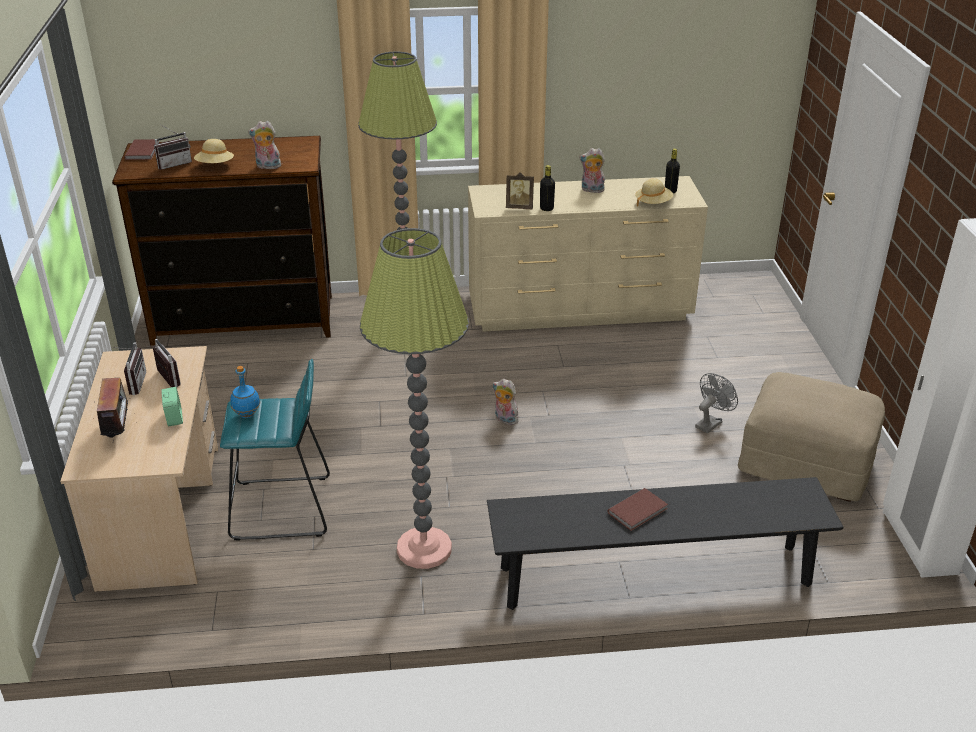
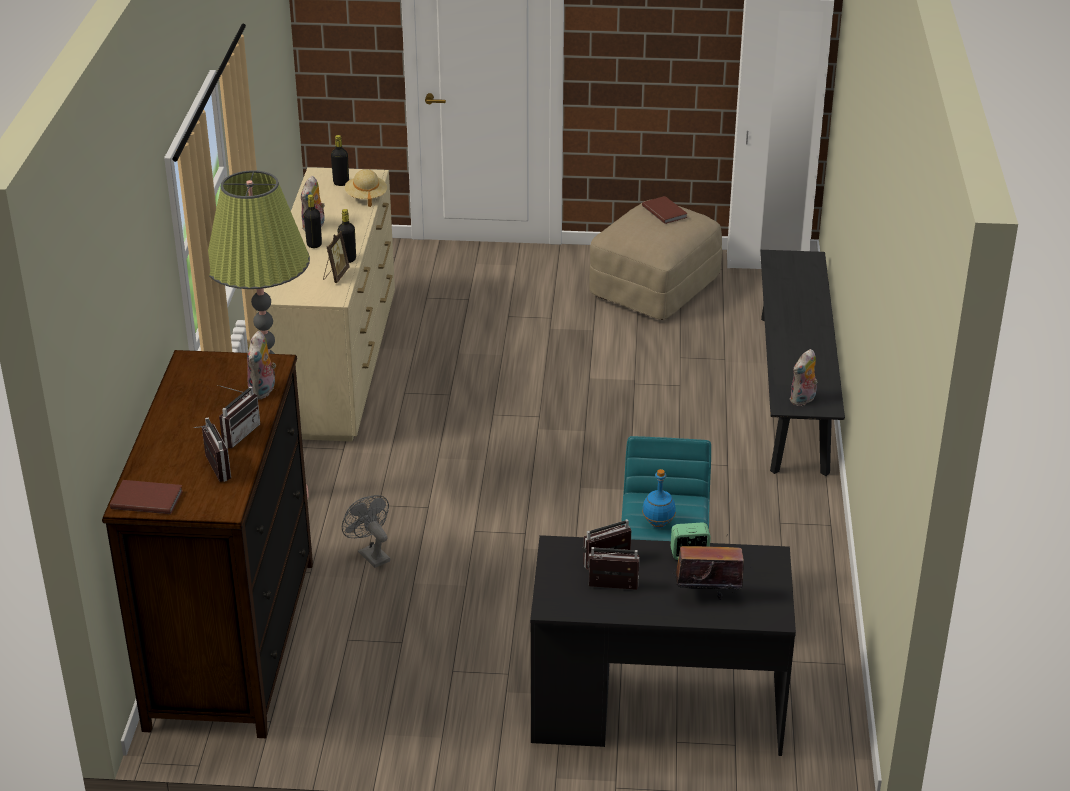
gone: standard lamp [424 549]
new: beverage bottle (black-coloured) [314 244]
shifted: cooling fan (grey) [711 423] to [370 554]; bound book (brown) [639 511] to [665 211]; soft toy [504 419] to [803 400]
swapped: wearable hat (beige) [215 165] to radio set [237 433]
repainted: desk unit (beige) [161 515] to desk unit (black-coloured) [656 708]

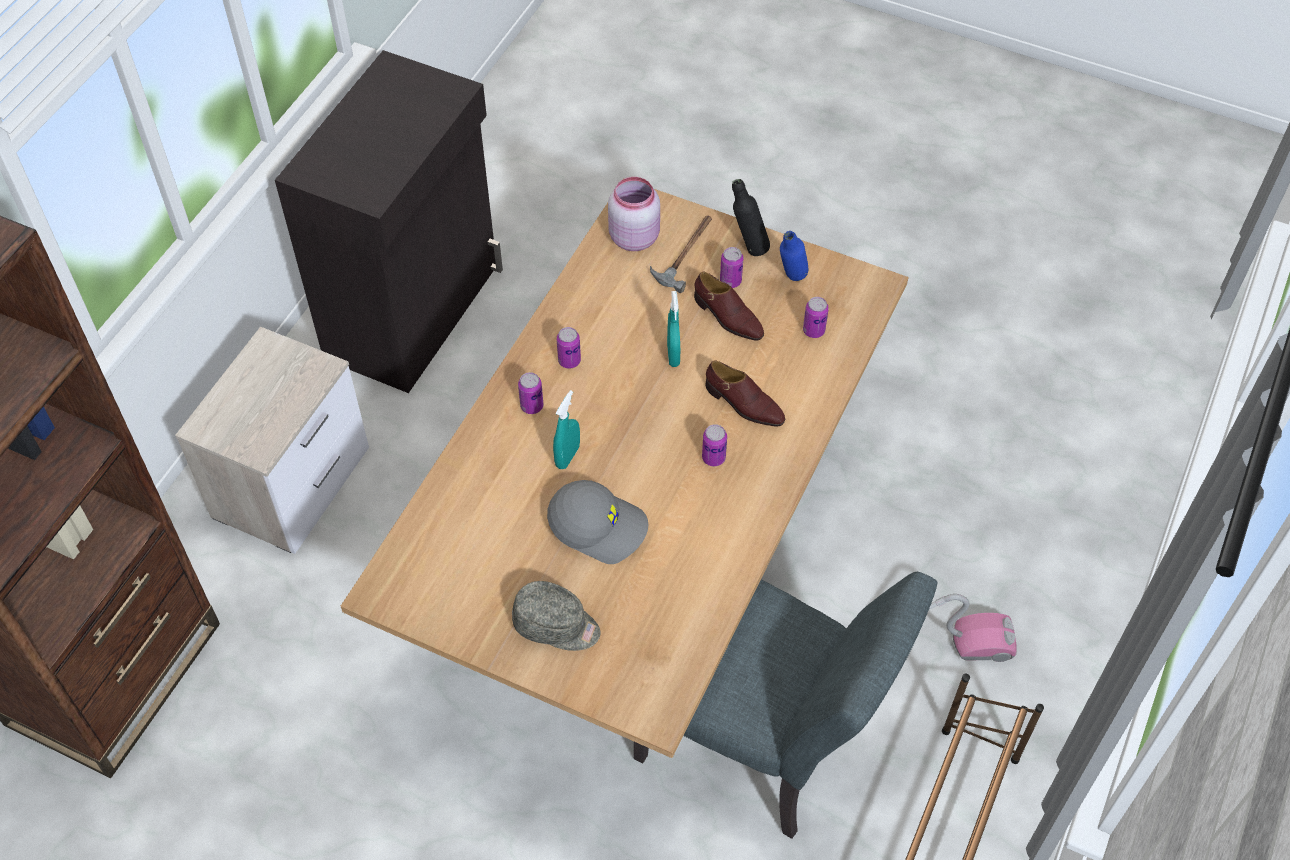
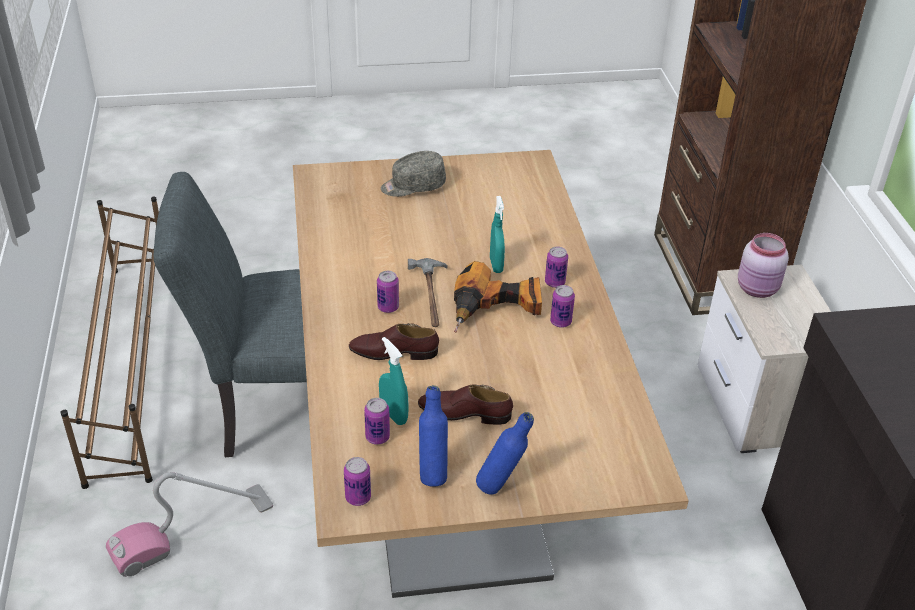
gone: baseball cap (grey) [599 525]
new: electric drill [496 310]
shifted: metal can [730 281] to [358 497]; spray bottle (turquoise) [673 355] to [393 415]; hammer [685 252] to [431 295]; jar (pink) [634 236] to [758 289]
repainted: beverage bottle (black-coloured) [748 247] to beverage bottle (blue-coloured) [501 487]

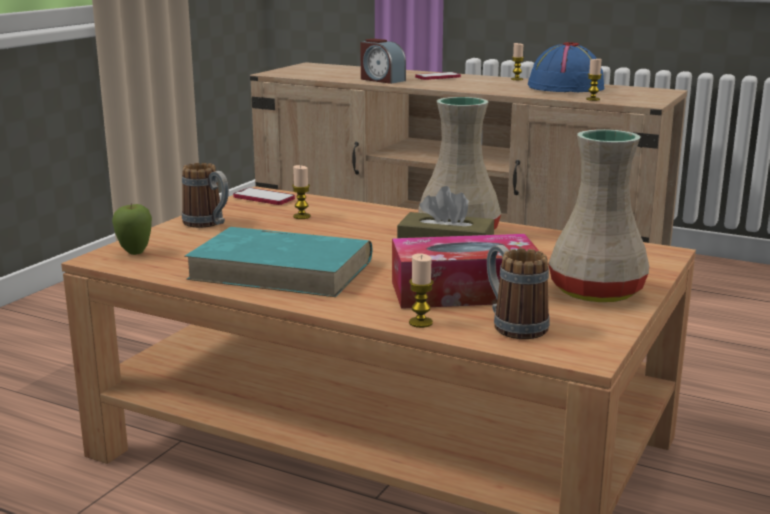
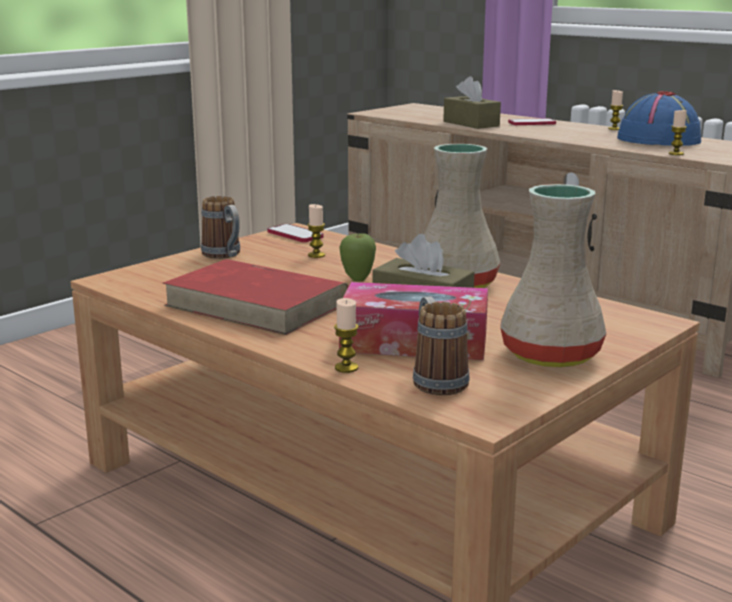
shifted: apple [135 253] to [358 280]
swapped: bedside clock [381 80] to box of tissues (brown) [471 124]
repainted: bound book (turquoise) [283 270] to bound book (red) [258 304]

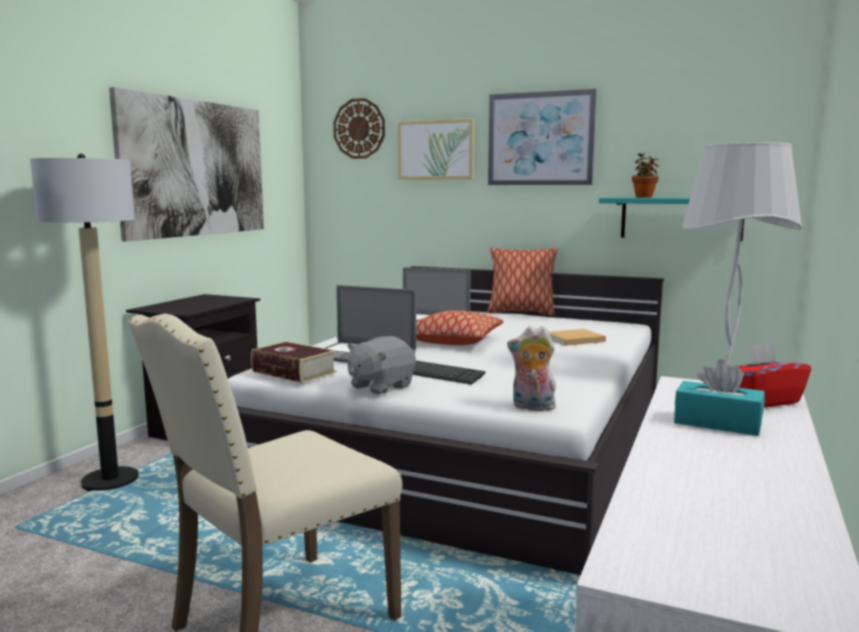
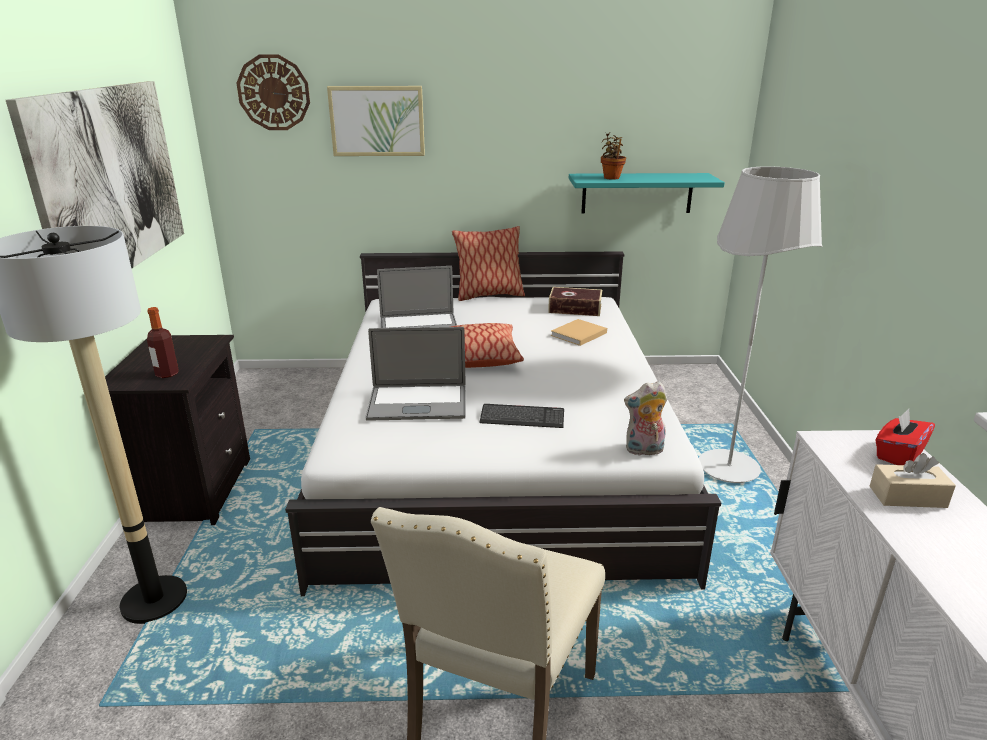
gone: soft toy (grey) [380 386]; wall art [540 139]
new: beverage bottle [167 374]
shifted: bound book [294 371] to [575 308]
repainted: box of tissues (turquoise) [717 423] to box of tissues (beige) [907 497]

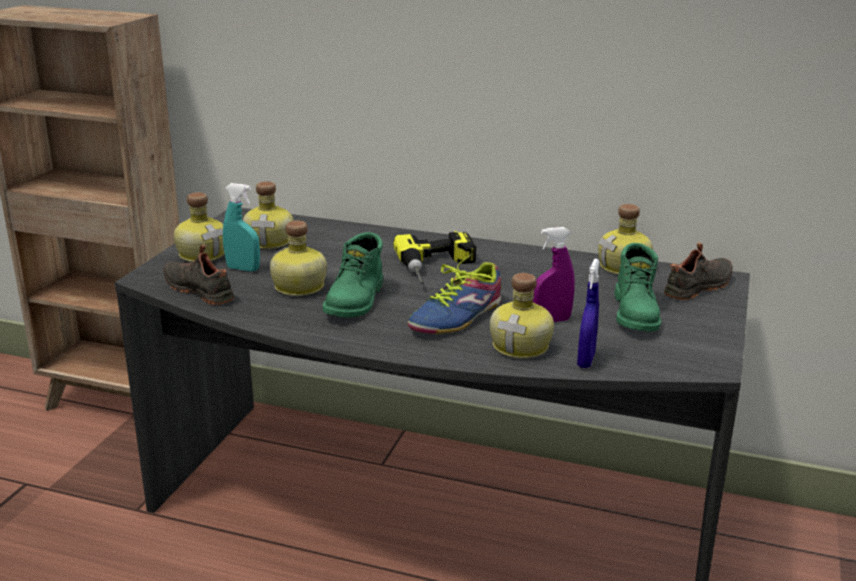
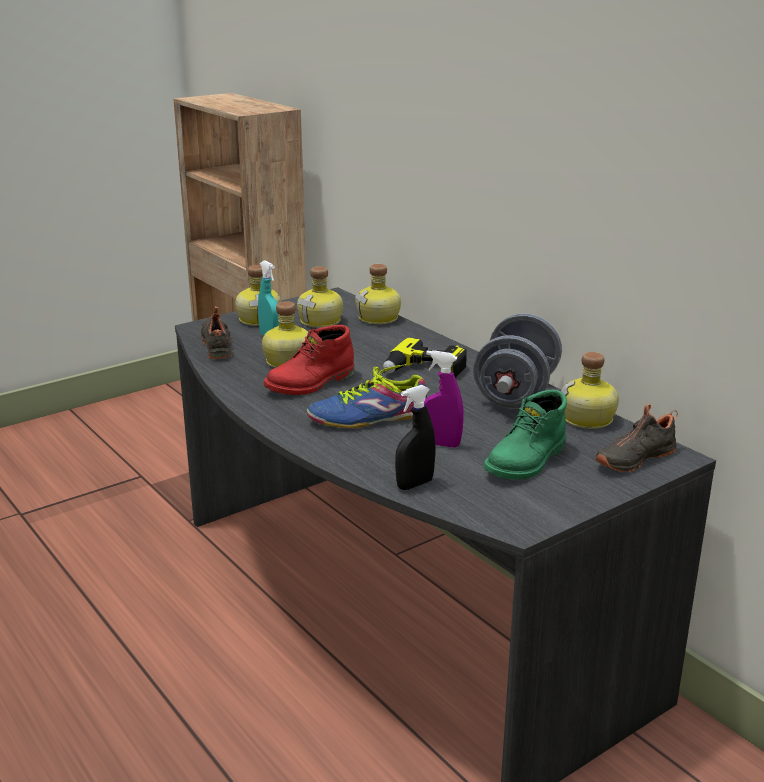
new: dumbbell (grey) [516 394]
shifted: beverage bottle [522 347] to [379 318]
repainted: boot (green) [356 301] to boot (red) [311 384]; spray bottle (blue-coloured) [586 360] to spray bottle (black-coloured) [414 484]
rotated: shoe (black-coloured) [700 288] = [633 458] 150 degrees clockwise

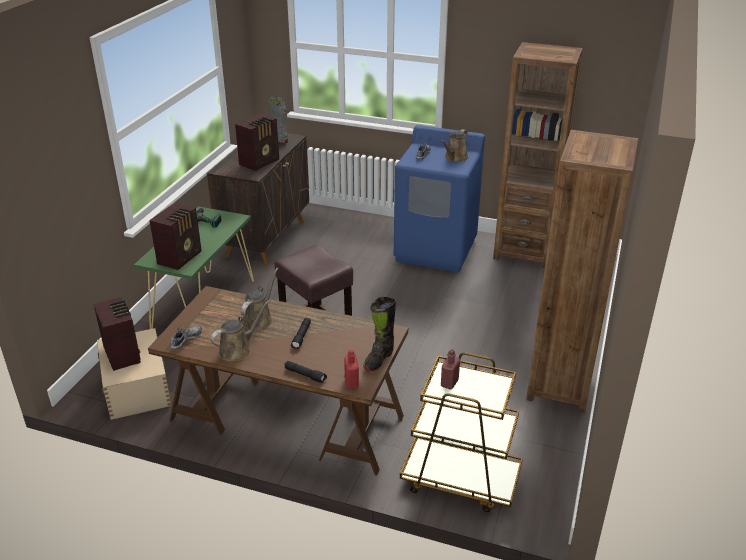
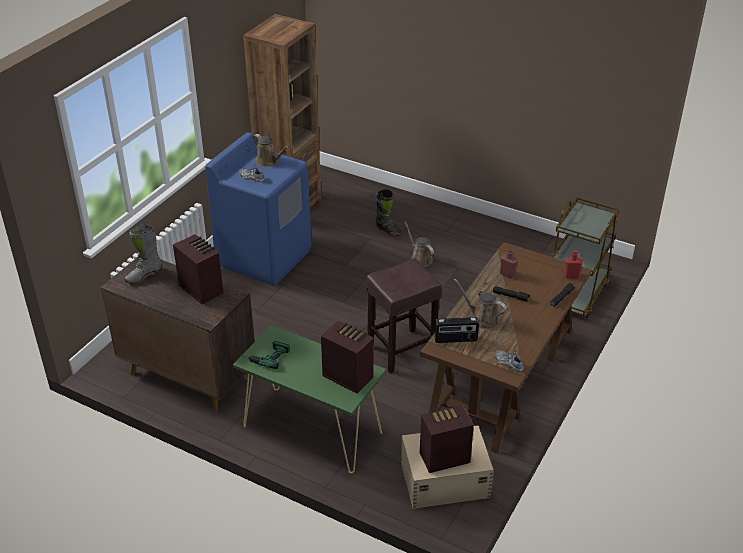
gone: bookshelf (brown) [560 385]
new: radio set [455 339]
shifted: boot (black-coloured) [378 359] to [388 231]; sprinkling can (brown) [238 350] to [420 258]; beverage bottle (red) [449 383] to [507 274]

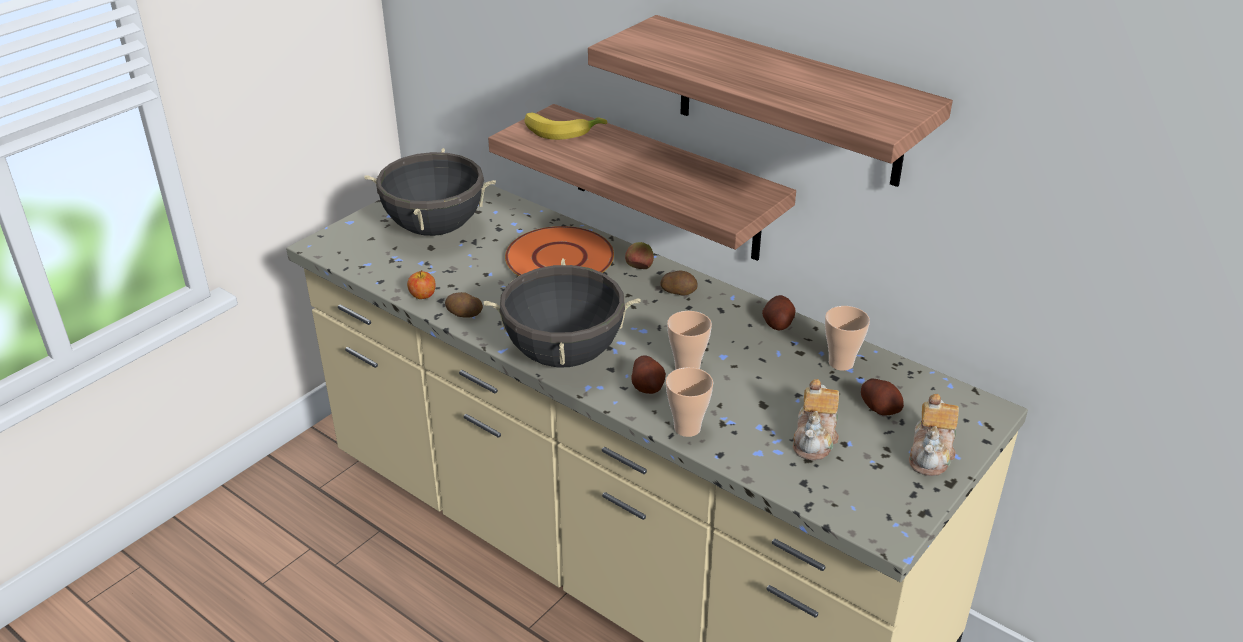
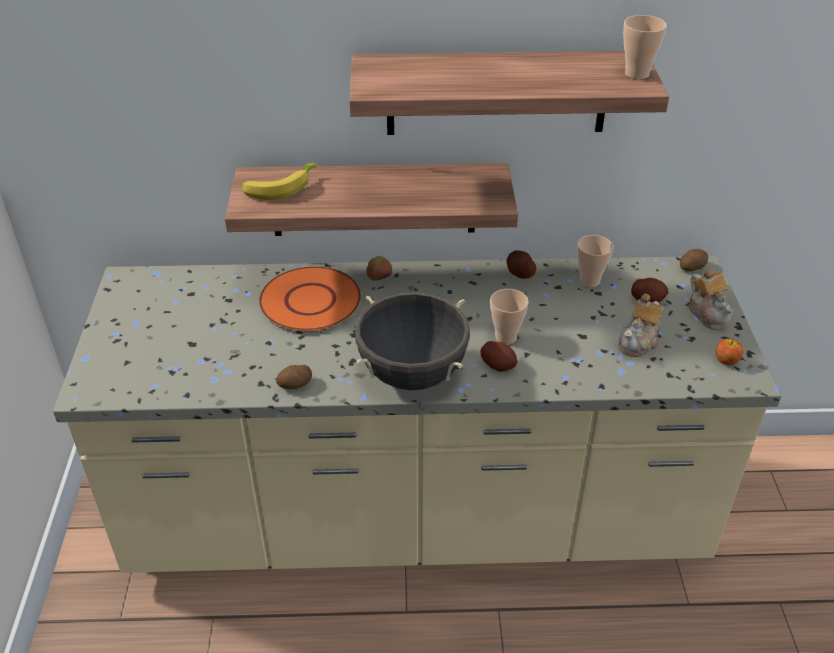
gone: saucepot (black-coloured) [435 228]
shifted: cup [687 428] to [637 74]; potato [678 291] to [691 267]; apple [422 295] to [726 361]
rotated: teapot [815 439] = [639 341] 60 degrees clockwise

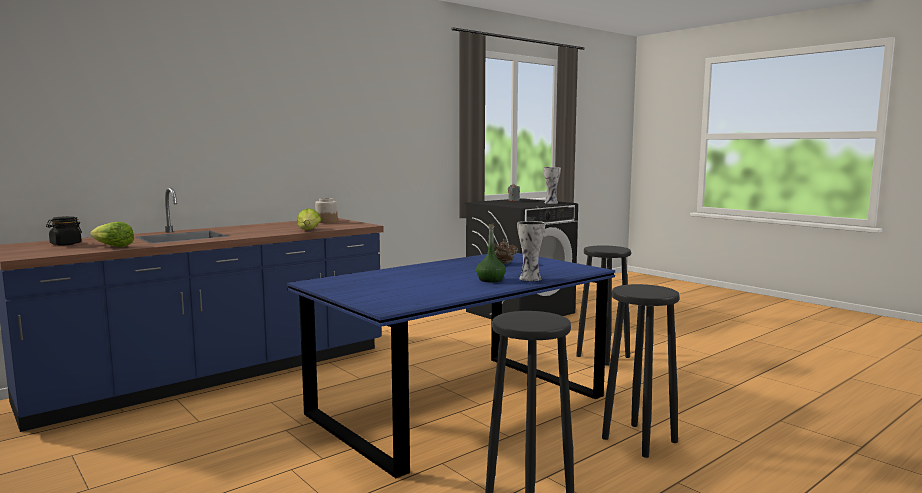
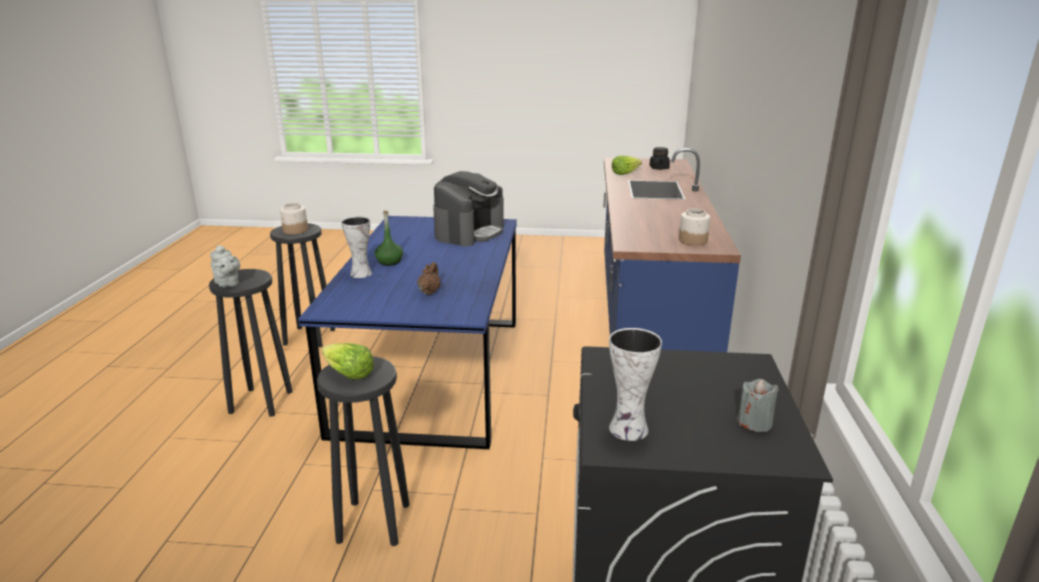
new: teapot (grey) [227 284]; jar [295 230]; coffee machine [469 232]
shifted: lettuce [309 230] to [348 374]

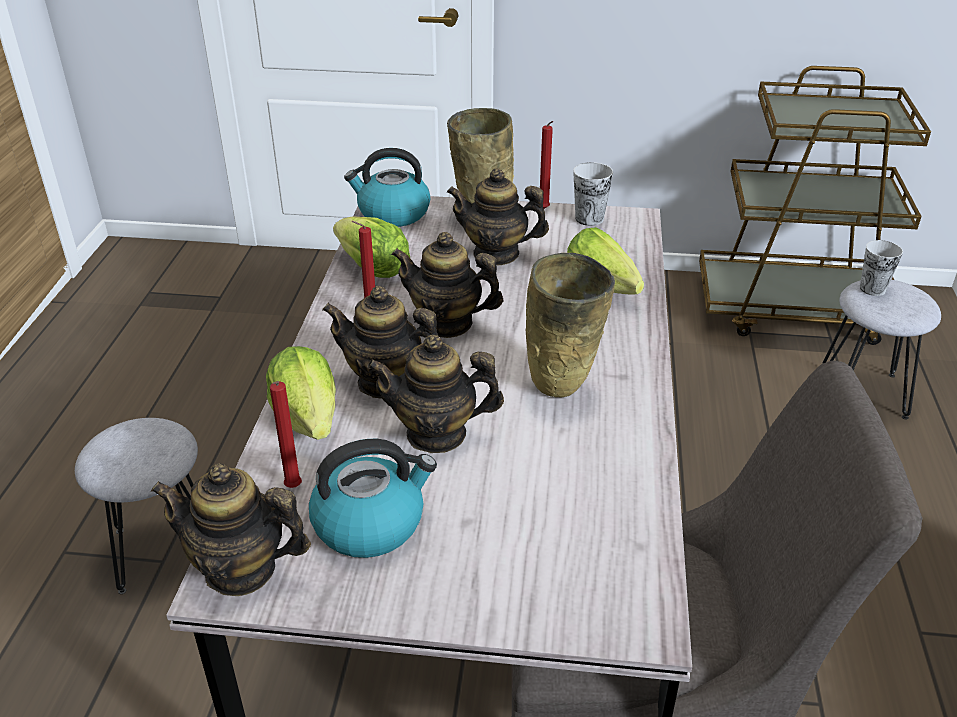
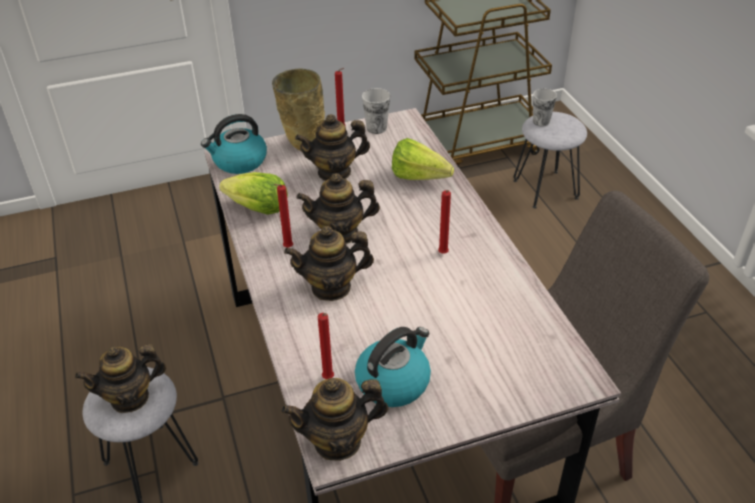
gone: lettuce [308 418]
shifted: teapot [437 433] to [130 398]
swapped: decorative vase (beige) [562 388] to wax candle (red) [443 254]

